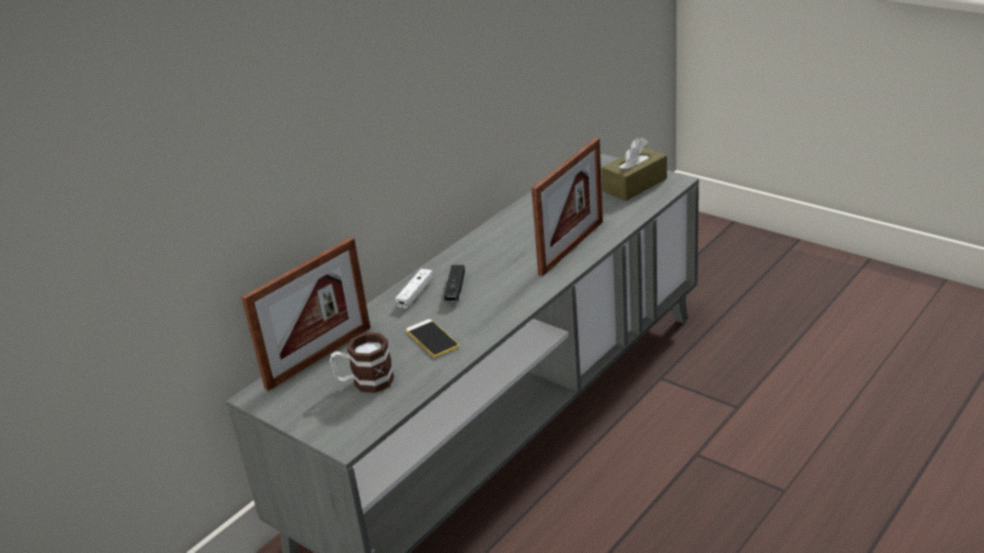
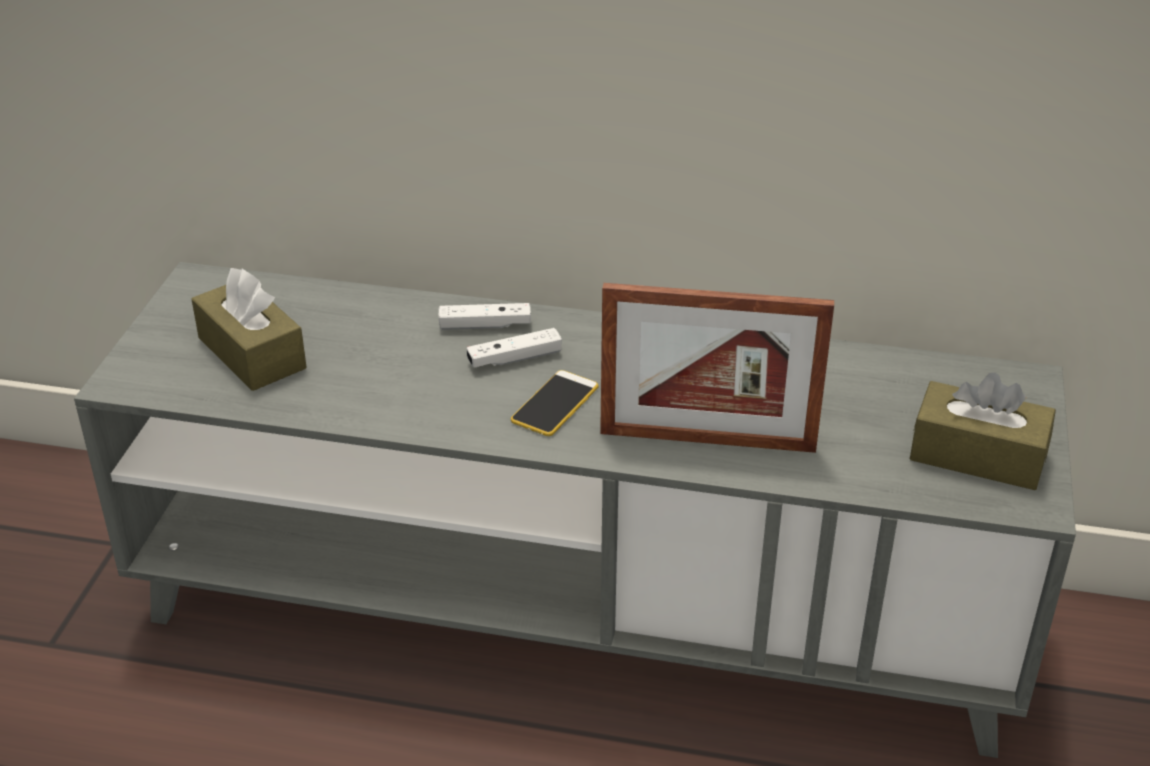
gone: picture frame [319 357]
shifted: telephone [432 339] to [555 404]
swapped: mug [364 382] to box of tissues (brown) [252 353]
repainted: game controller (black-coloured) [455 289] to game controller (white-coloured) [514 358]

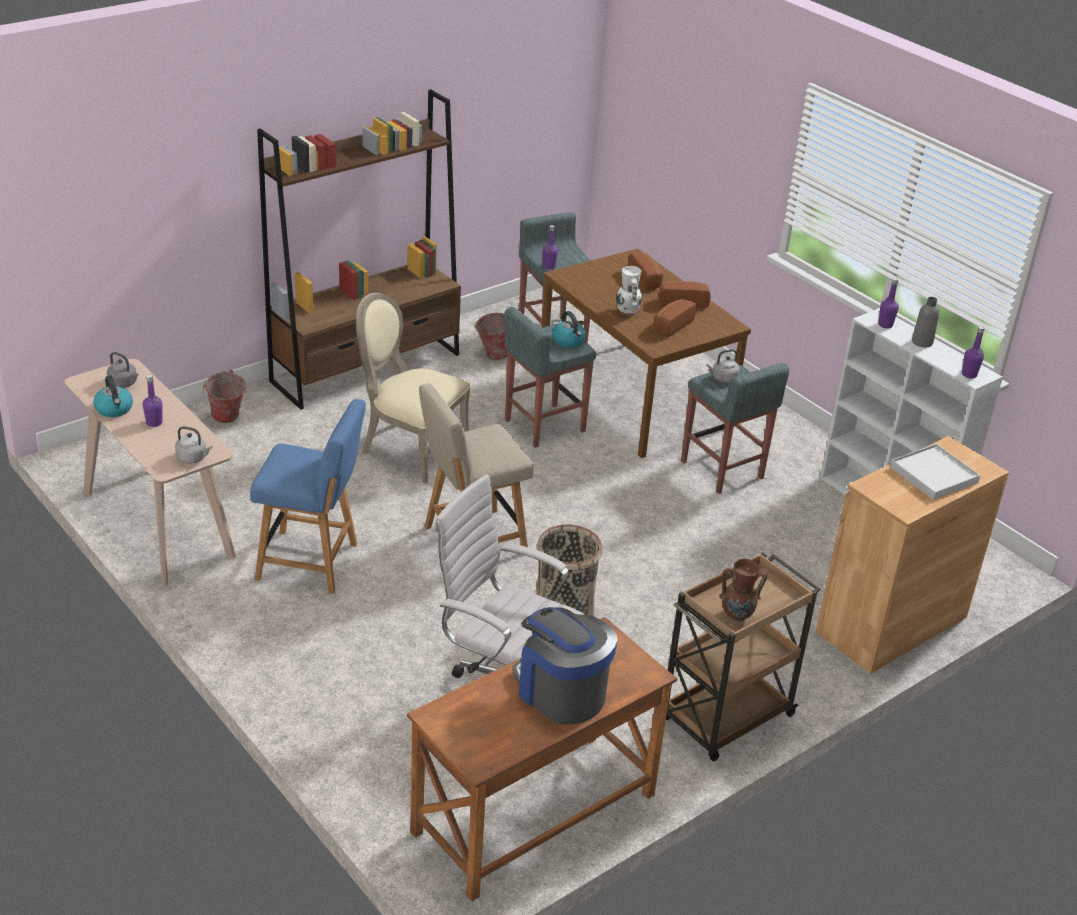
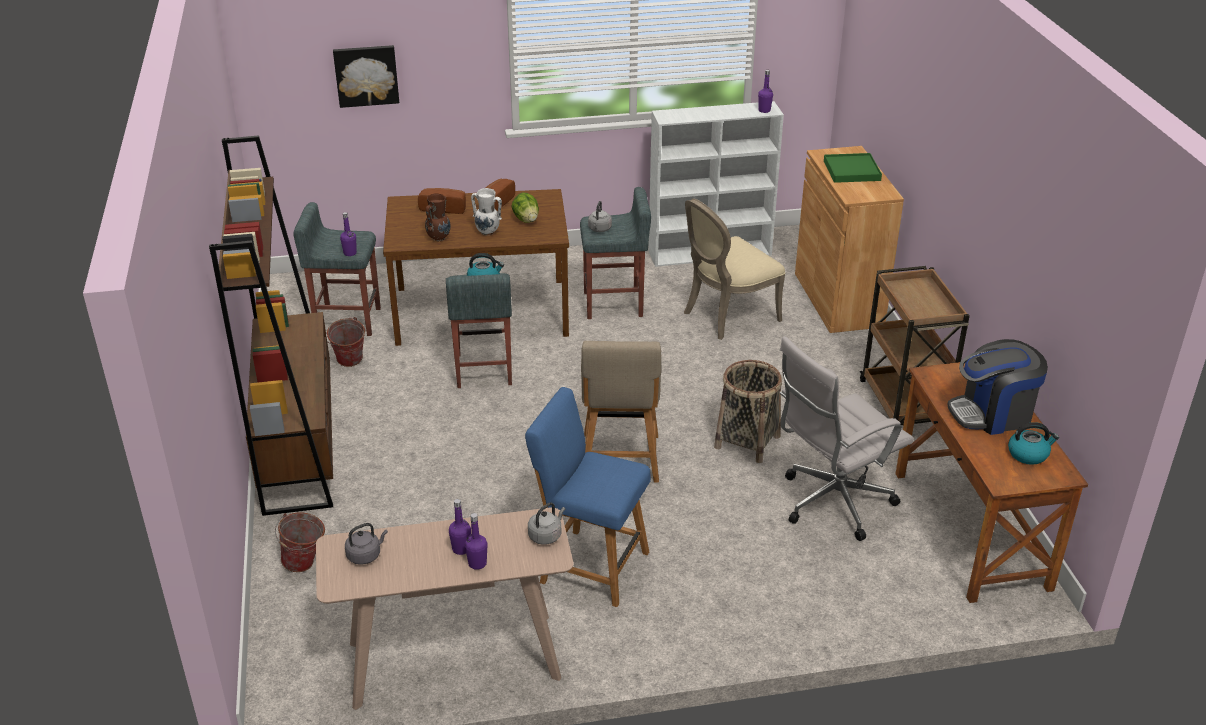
gone: beverage bottle (grey) [922 342]
new: wall art [366 75]
shifted: decorative vase (brown) [737 615] to [439 238]; beverage bottle (purple-coloured) [885 325] to [477 563]; plain chair (beige) [409 448] to [726 316]; water kettle [114 409] to [1028 454]
swapped: bakery bread [671 325] to lettuce [526 220]
repainted: serving tray (white-coloured) [934 475] to serving tray (green) [851 170]
rotated: plain chair (blue-coloured) [312 562] = [589 565] 105 degrees counterclockwise

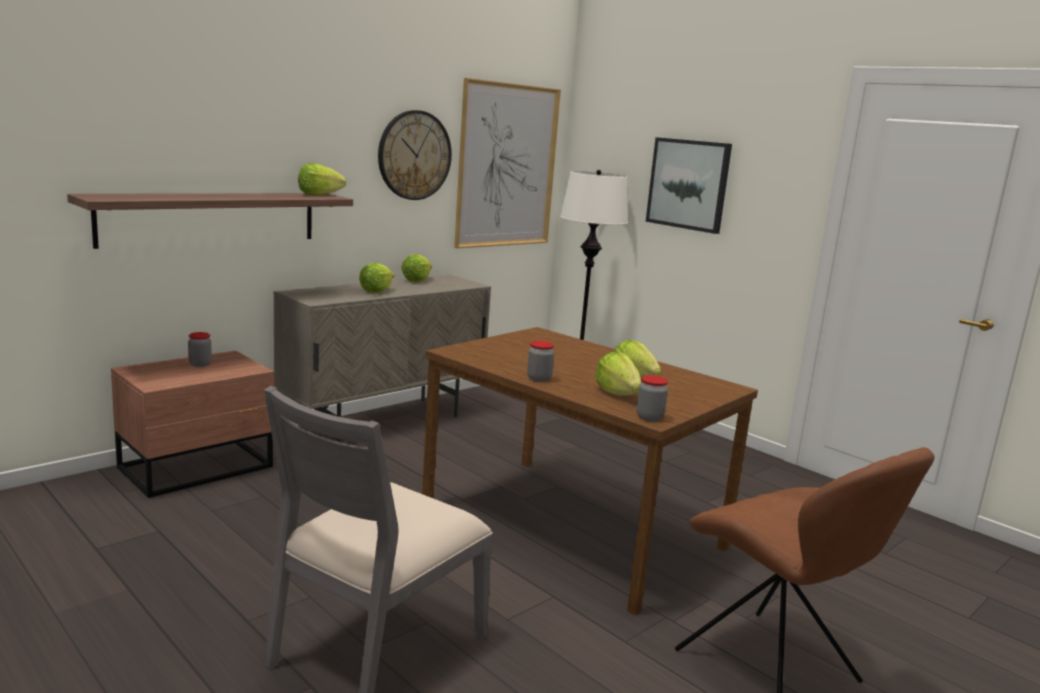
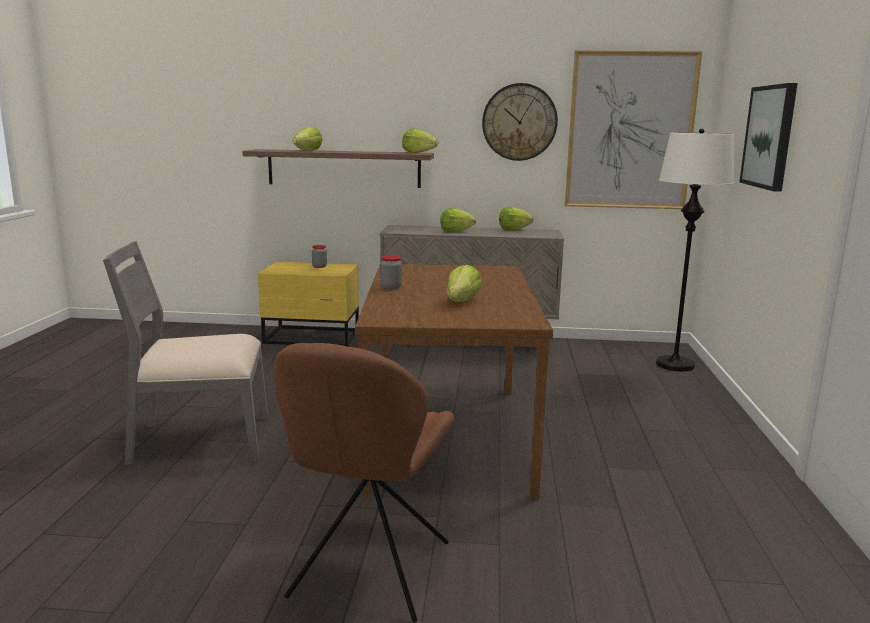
gone: jar [649 417]
shifted: lettuce [618 394] to [308 151]
repainted: night table (brown) [199 468] to night table (yellow) [313 337]

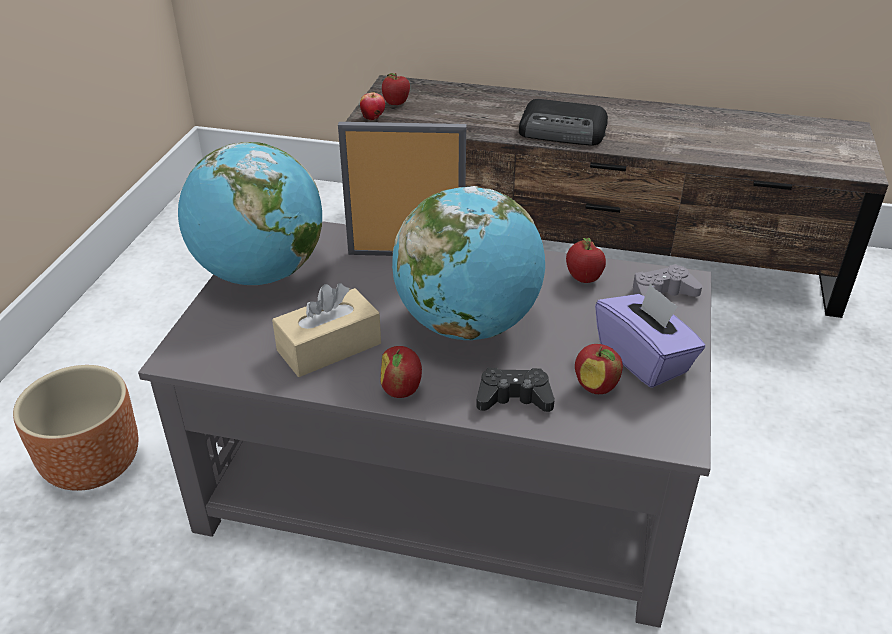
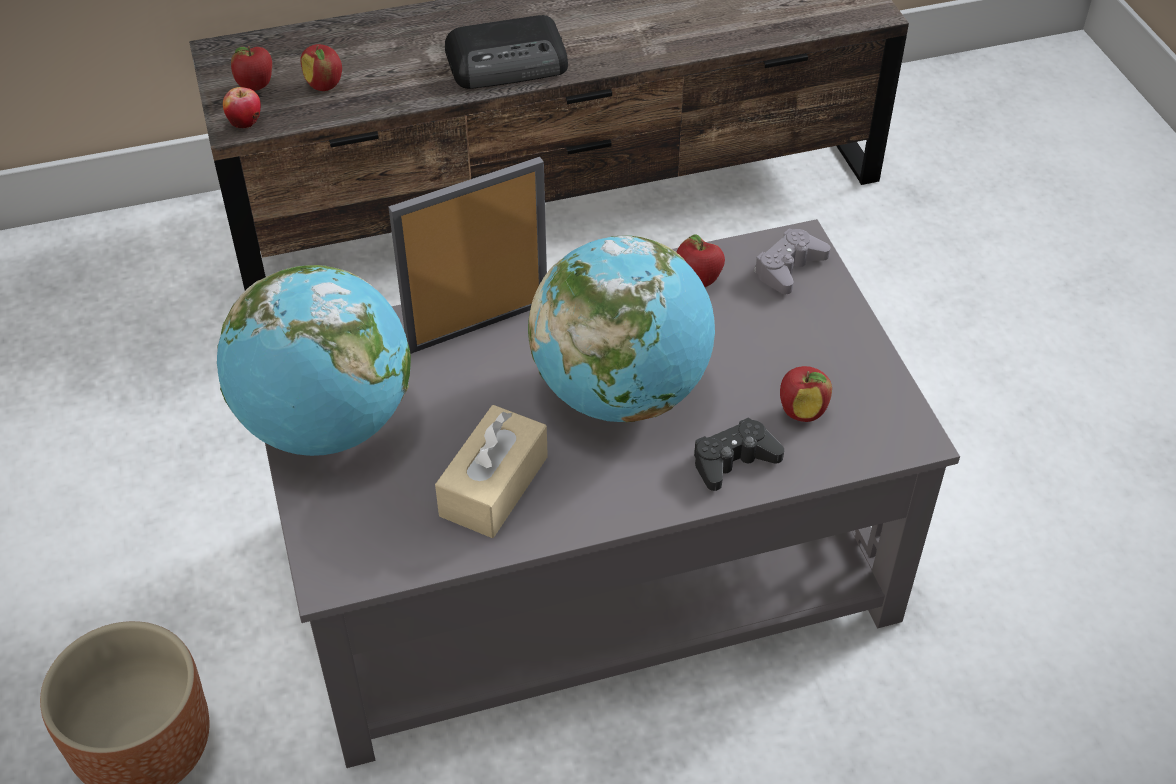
gone: box of tissues (purple-coloured) [644 358]
shifted: apple [401 390] to [325 85]

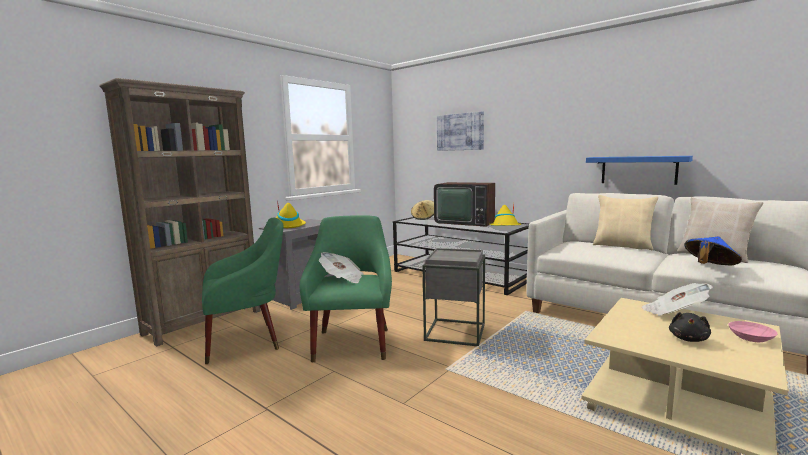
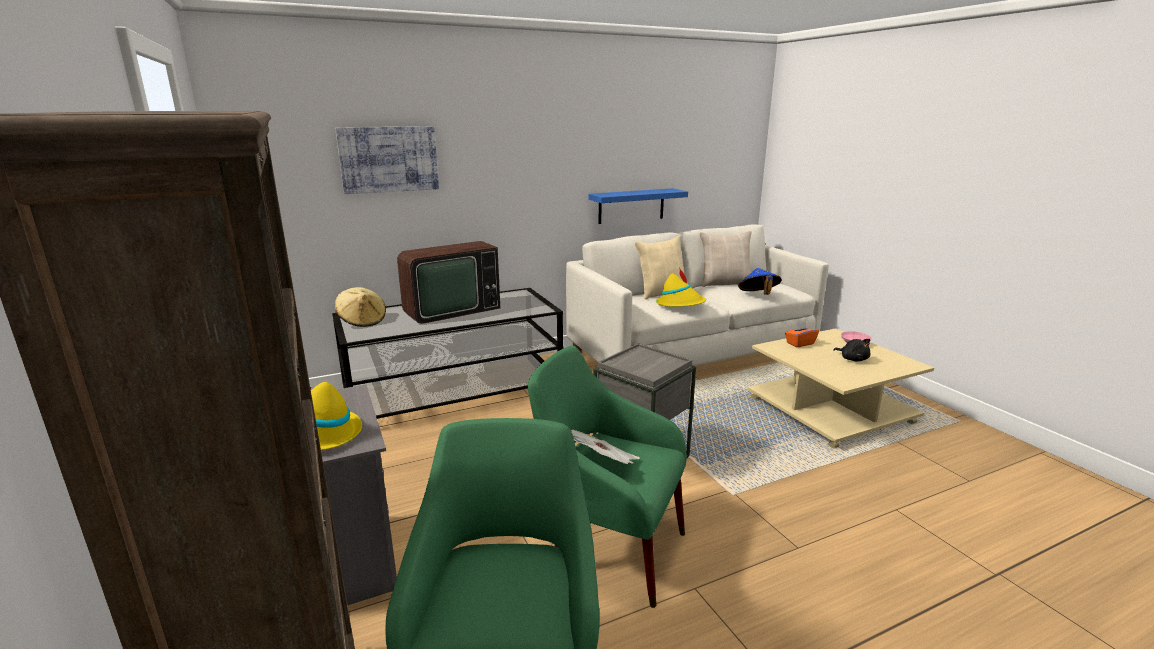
shifted: wearable hat (yellow) [505 227] to [680 304]
swapped: printed paper [674 313] to box of tissues (orange) [800 343]

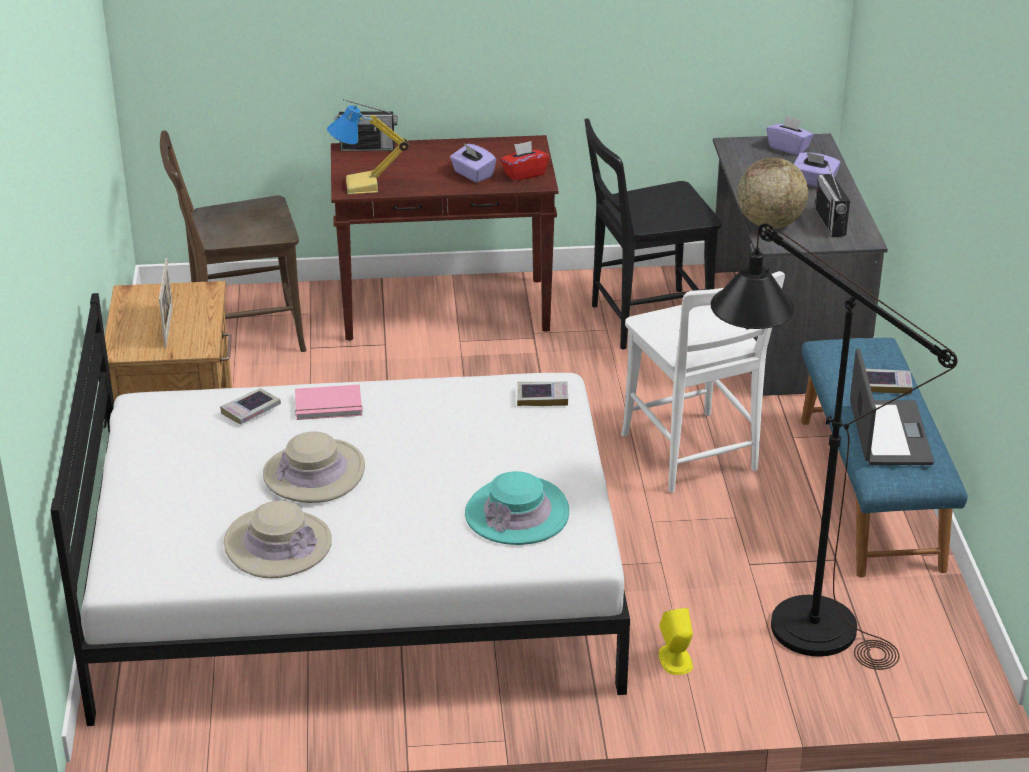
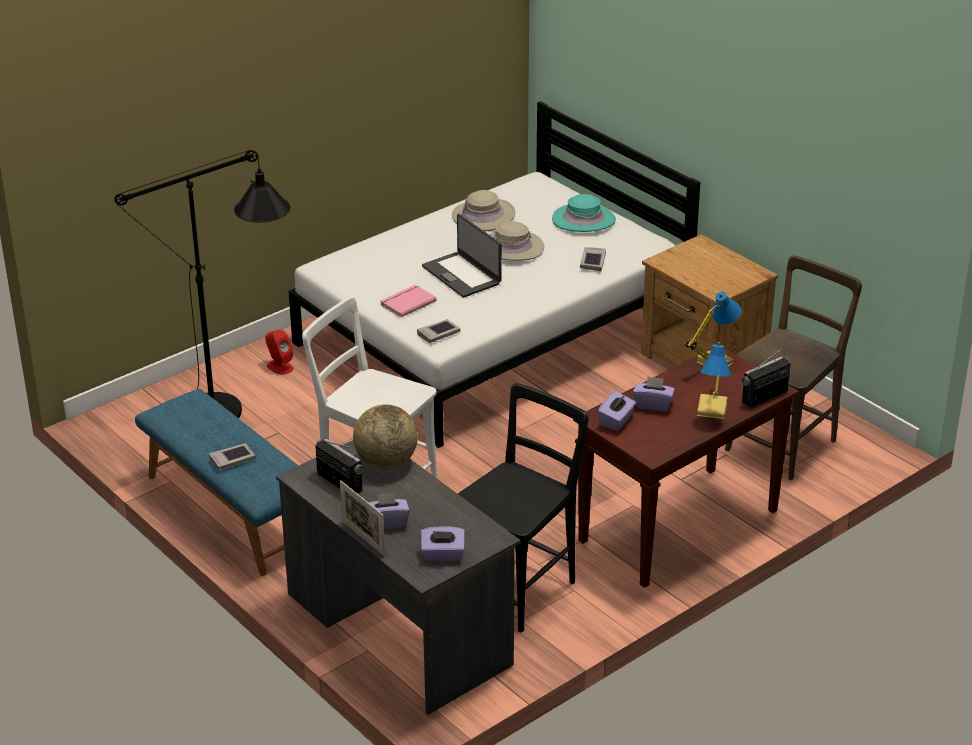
new: lamp for a table [713 409]
shifted: picture frame [168 326] to [363 538]; bound book (pink) [329 406] to [407 302]; laptop [888 434] to [462 275]; wearable hat (turquoise) [517 513] to [583 220]
repainted: loudspeaker (yellow) [675 660] to loudspeaker (red) [279 367]; box of tissues (red) [524 174] to box of tissues (purple-coloured) [616 421]

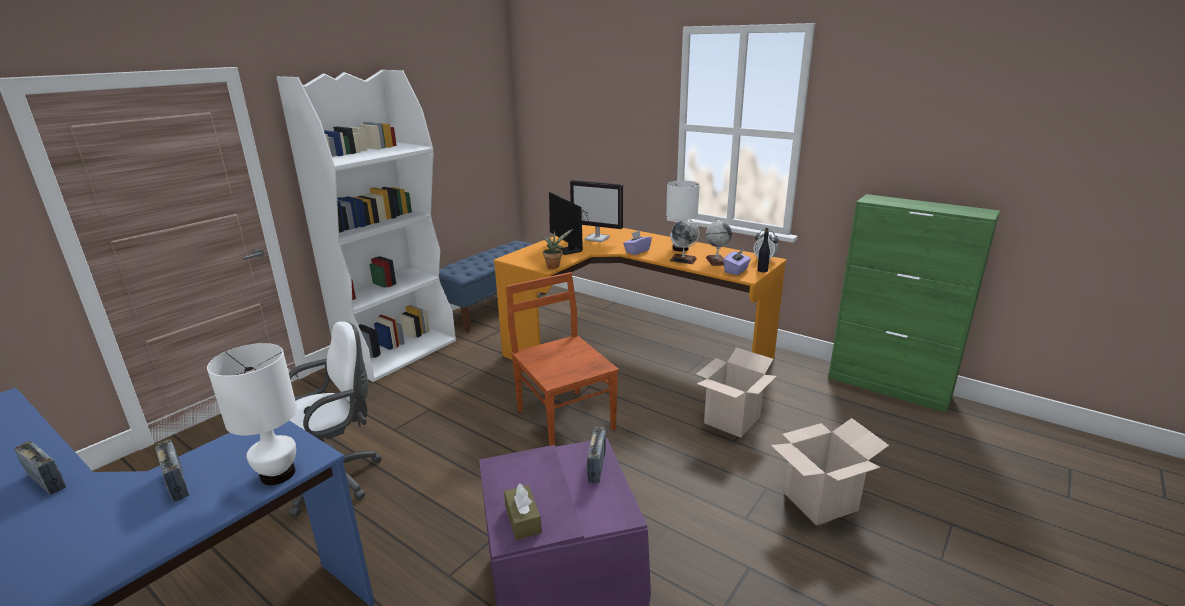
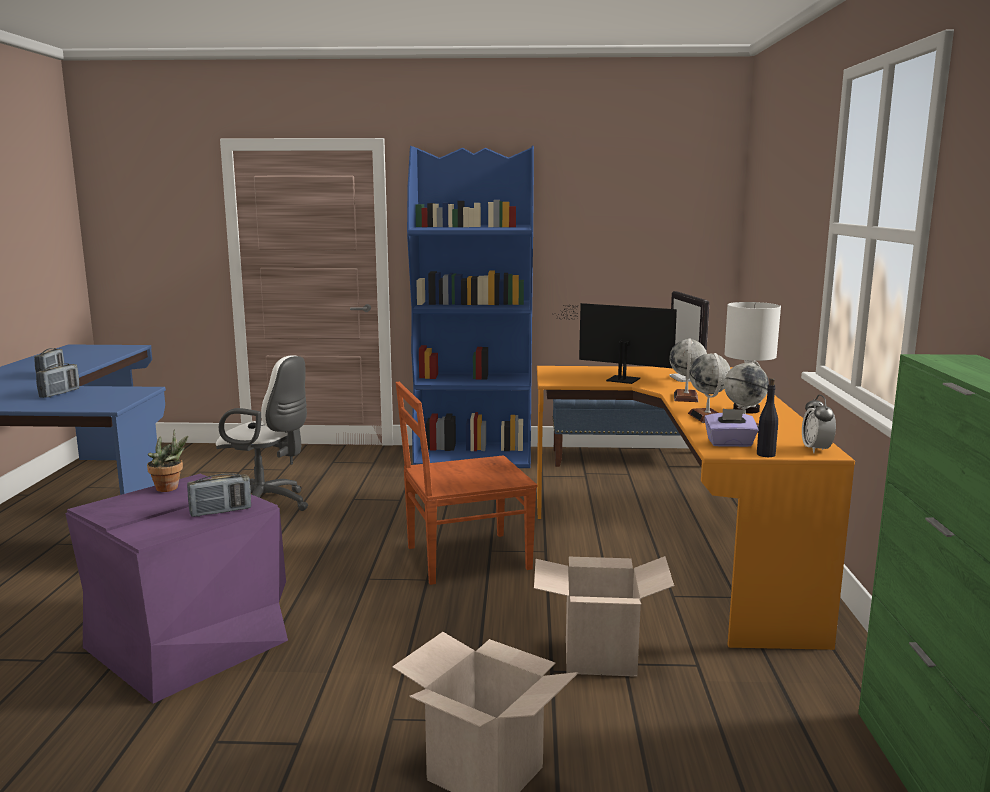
gone: lamp for a table (white-coloured) [278 474]; box of tissues (brown) [523 520]
shifted: houseplant [554 266] to [170 488]
swapped: box of tissues (purple-coloured) [637 251] to globe [686 397]
repainted: bookshelf (white-coloured) [398 352] to bookshelf (blue-coloured) [474 457]
rotated: plain chair (brown) [564 418] = [464 558] 135 degrees counterclockwise; computer display [569 251] = [618 379] 90 degrees clockwise

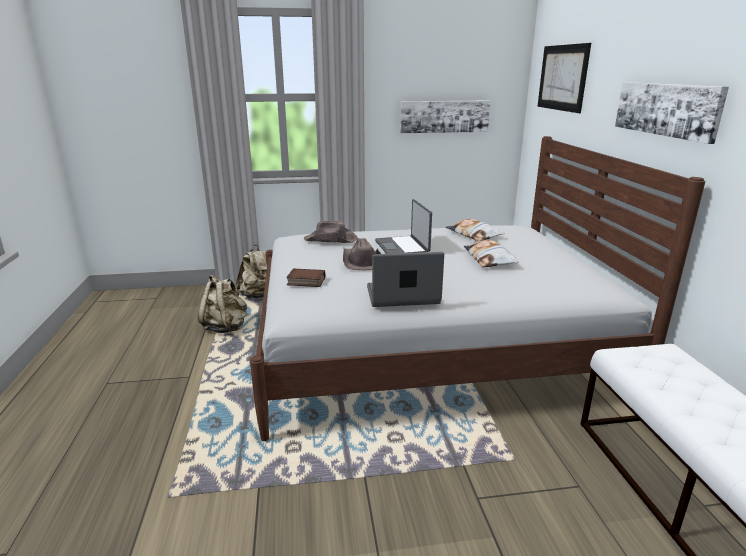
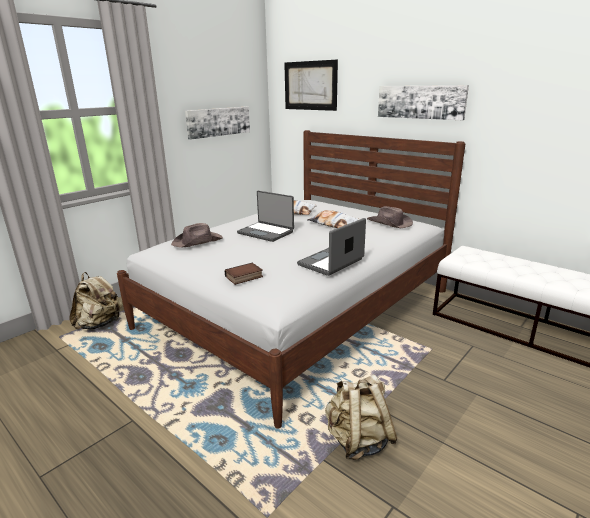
shifted: knapsack (beige) [226 327] to [358 440]; wearable hat (brown) [361 261] to [389 223]

